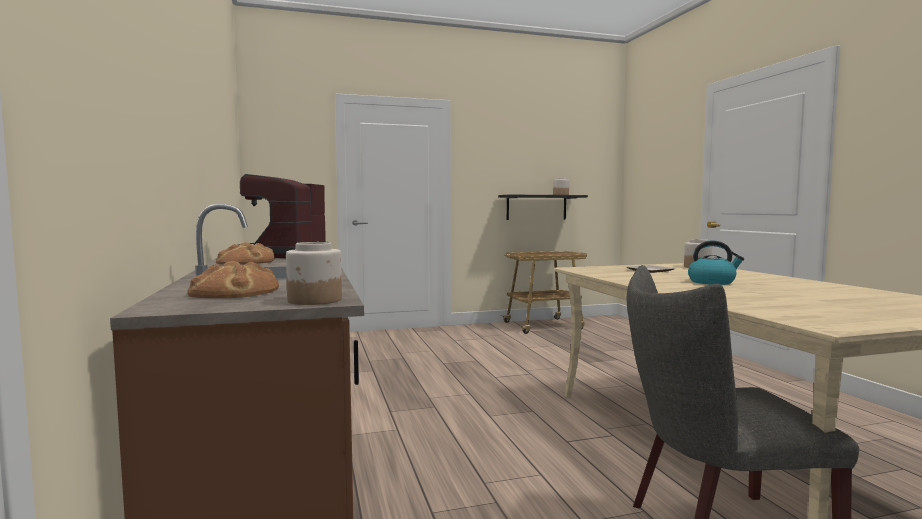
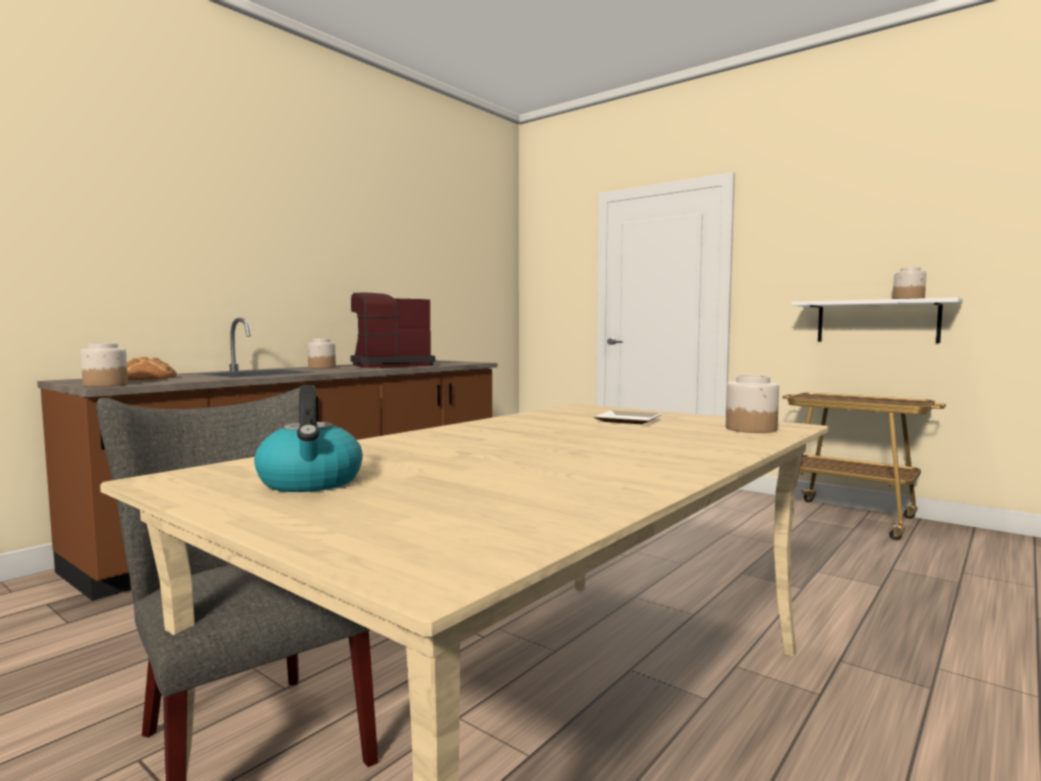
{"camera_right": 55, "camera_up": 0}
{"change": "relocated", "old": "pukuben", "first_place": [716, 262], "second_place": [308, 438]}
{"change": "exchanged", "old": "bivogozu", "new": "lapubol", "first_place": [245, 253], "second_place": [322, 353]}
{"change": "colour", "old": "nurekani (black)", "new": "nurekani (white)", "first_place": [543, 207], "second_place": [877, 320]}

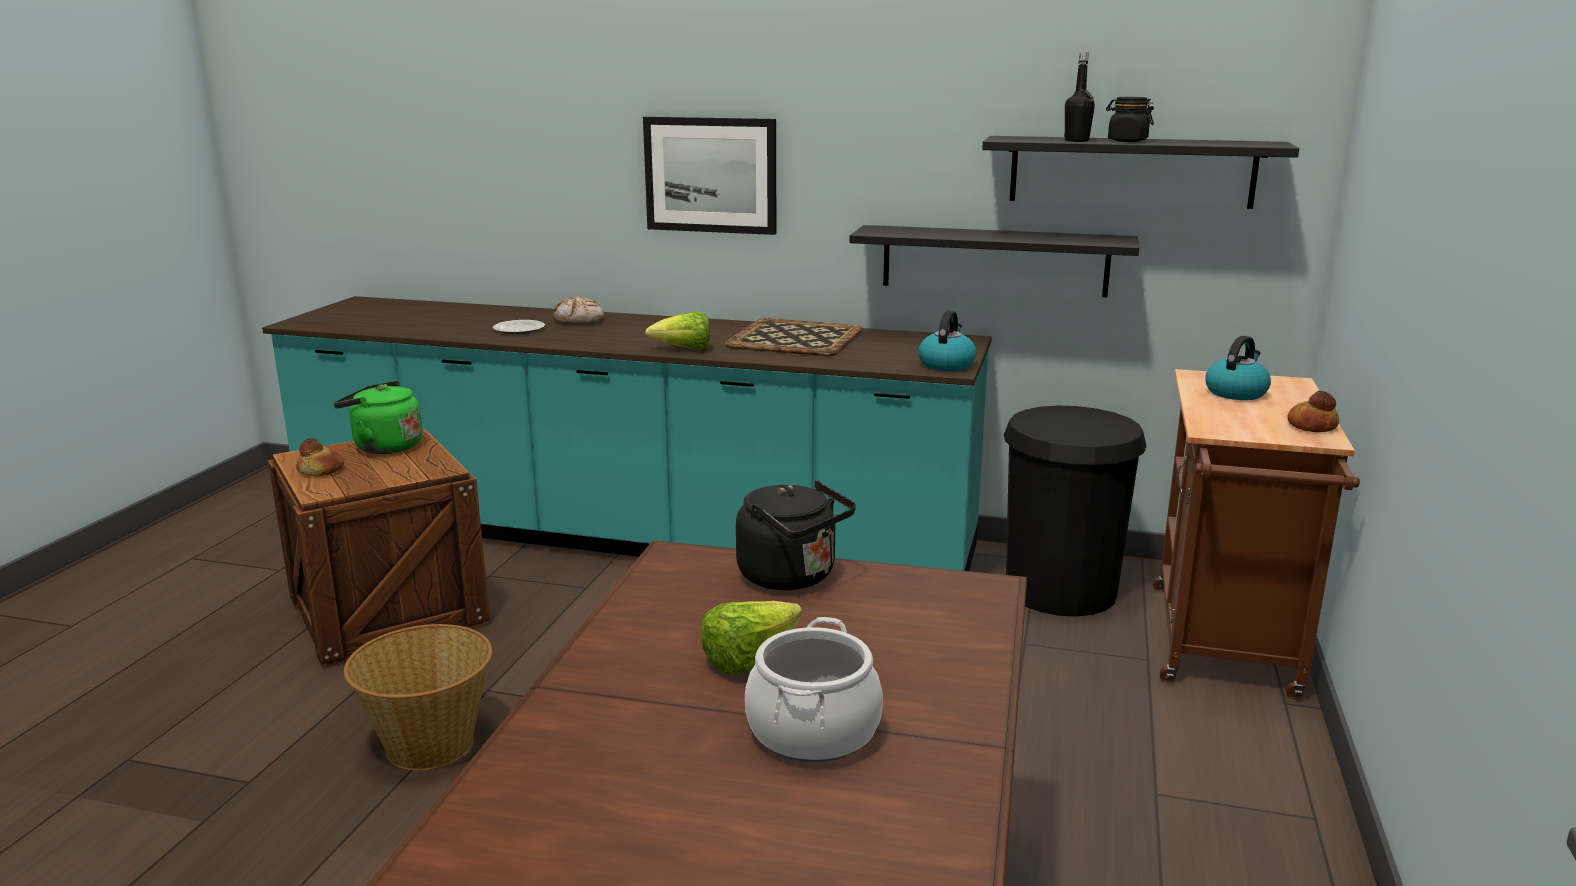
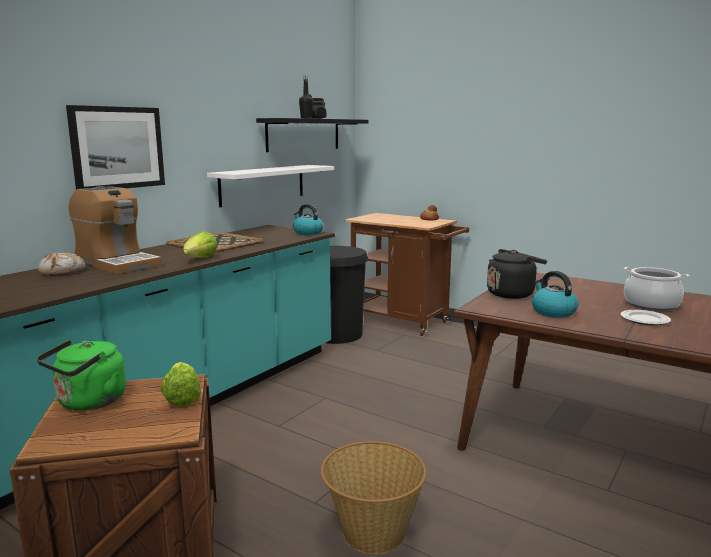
{"camera_right": -70, "camera_up": -5}
{"change": "missing", "old": "bivogozu", "first_place": [320, 457]}
{"change": "appeared", "new": "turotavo", "second_place": [115, 230]}
{"change": "relocated", "old": "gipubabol", "first_place": [519, 327], "second_place": [645, 317]}
{"change": "relocated", "old": "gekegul", "first_place": [751, 638], "second_place": [181, 384]}
{"change": "relocated", "old": "pukuben", "first_place": [1238, 368], "second_place": [555, 294]}
{"change": "colour", "old": "nurekani (black)", "new": "nurekani (white)", "first_place": [994, 261], "second_place": [270, 186]}

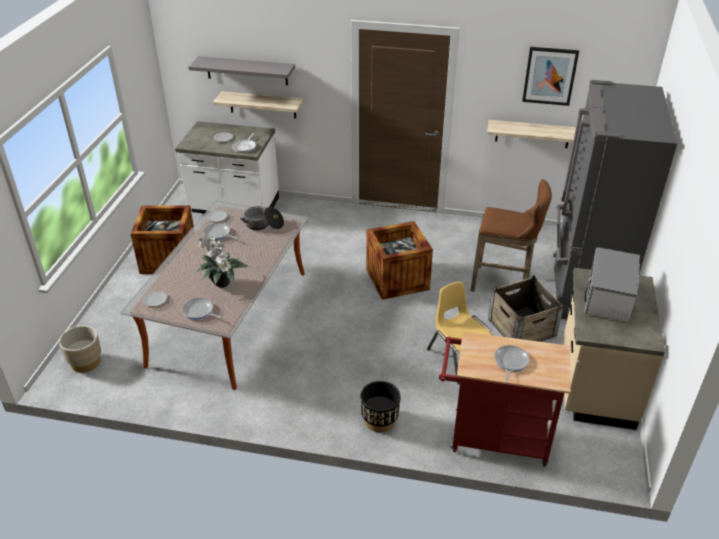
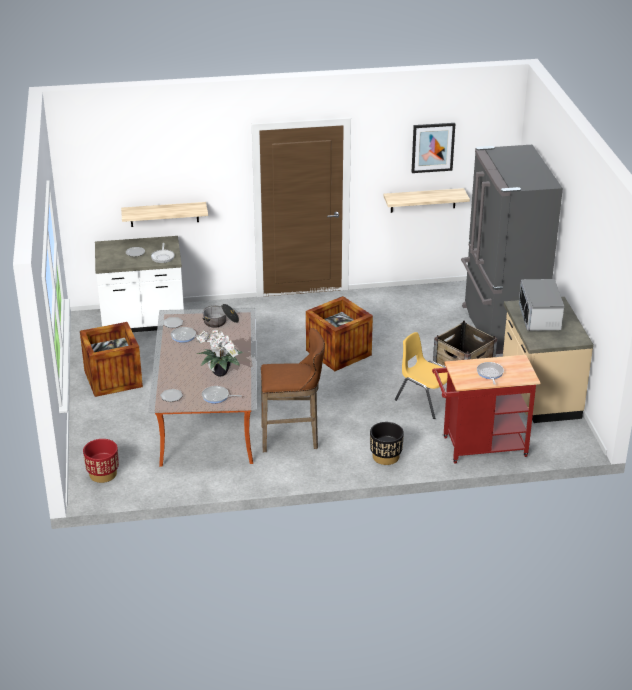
{"camera_right": -20, "camera_up": -5}
{"change": "missing", "old": "nurekani (grey)", "first_place": [241, 70]}
{"change": "relocated", "old": "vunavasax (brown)", "first_place": [511, 235], "second_place": [293, 390]}
{"change": "colour", "old": "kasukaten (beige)", "new": "kasukaten (red)", "first_place": [80, 349], "second_place": [101, 461]}

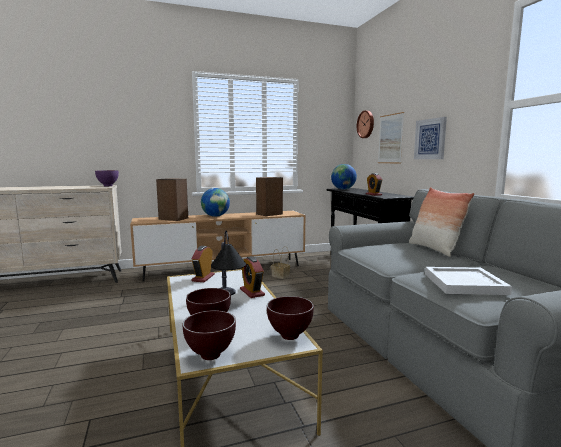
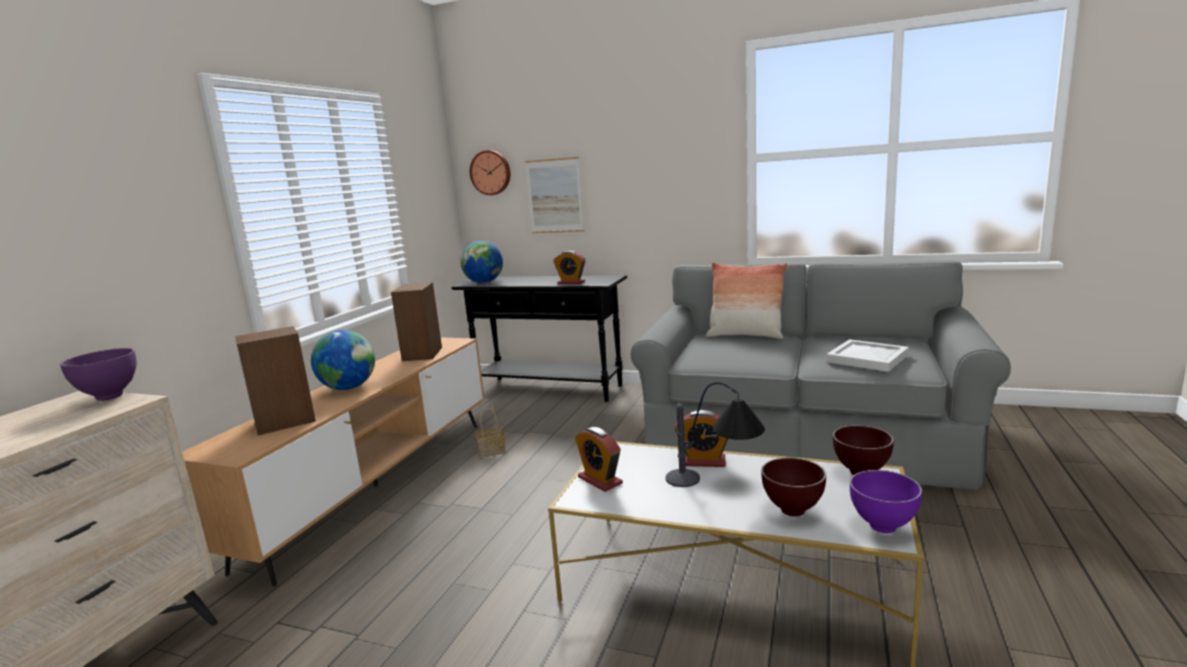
{"camera_right": -50, "camera_up": 5}
{"change": "missing", "old": "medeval", "first_place": [430, 138]}
{"change": "colour", "old": "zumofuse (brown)", "new": "zumofuse (purple)", "first_place": [209, 335], "second_place": [886, 501]}

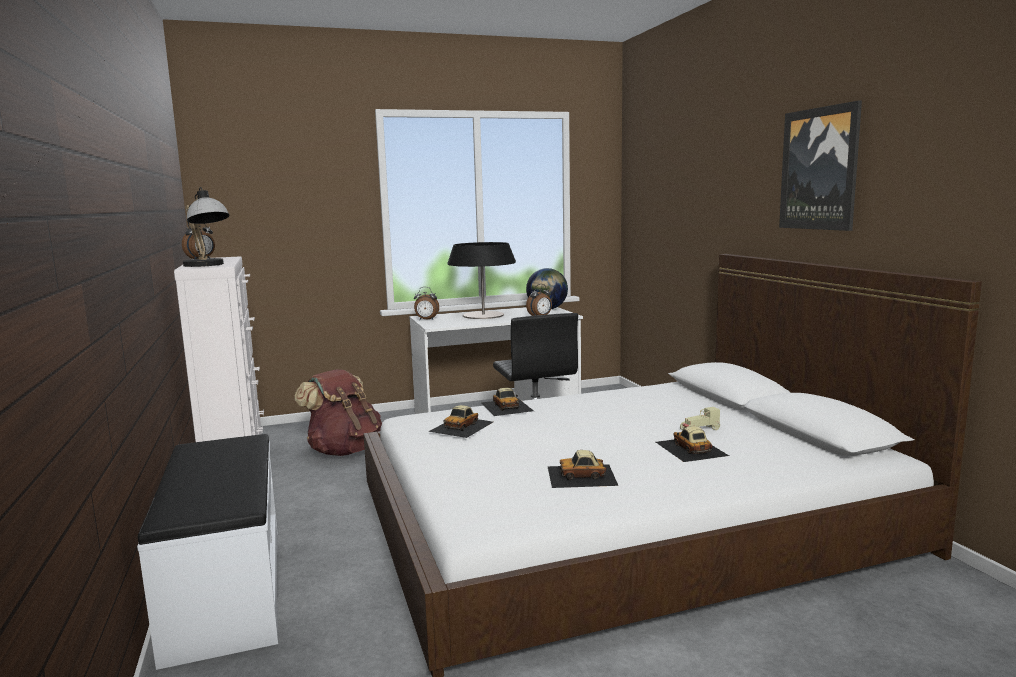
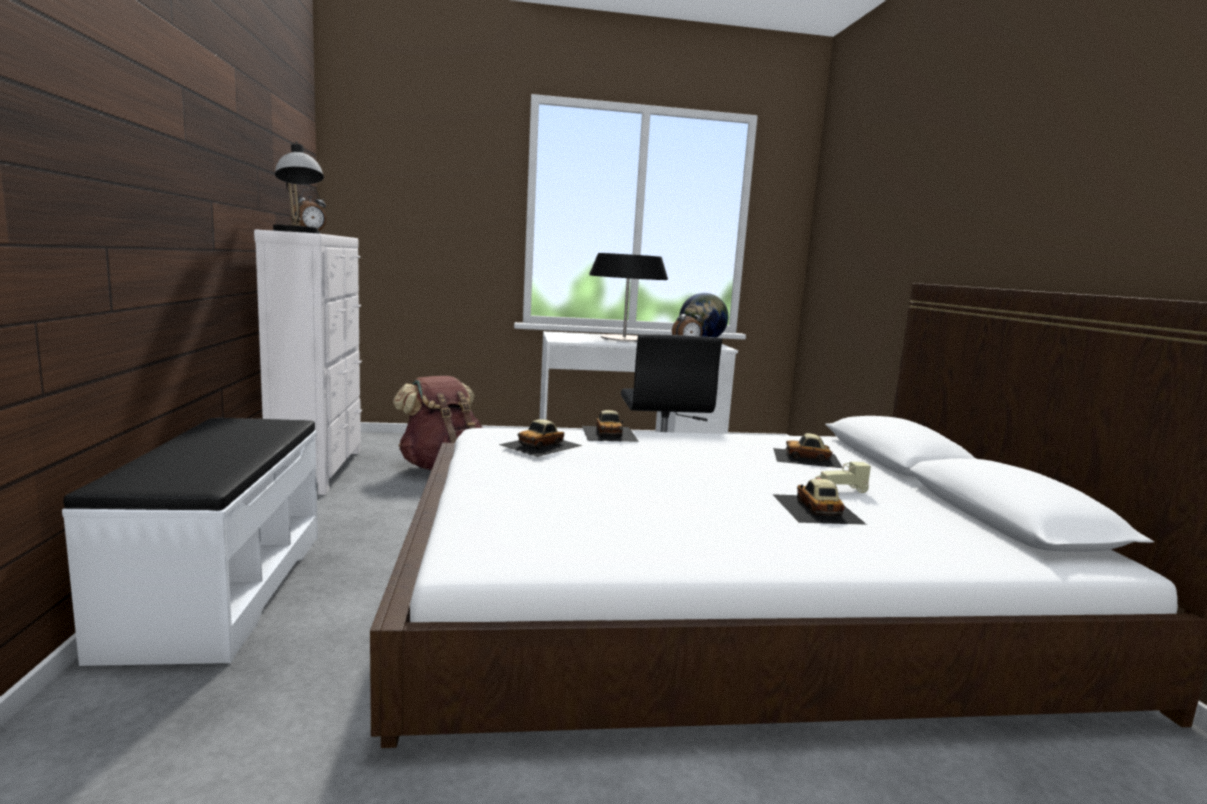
{"camera_right": 10, "camera_up": 0}
{"change": "missing", "old": "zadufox", "first_place": [426, 303]}
{"change": "missing", "old": "medeval", "first_place": [820, 165]}
{"change": "relocated", "old": "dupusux", "first_place": [583, 469], "second_place": [808, 450]}

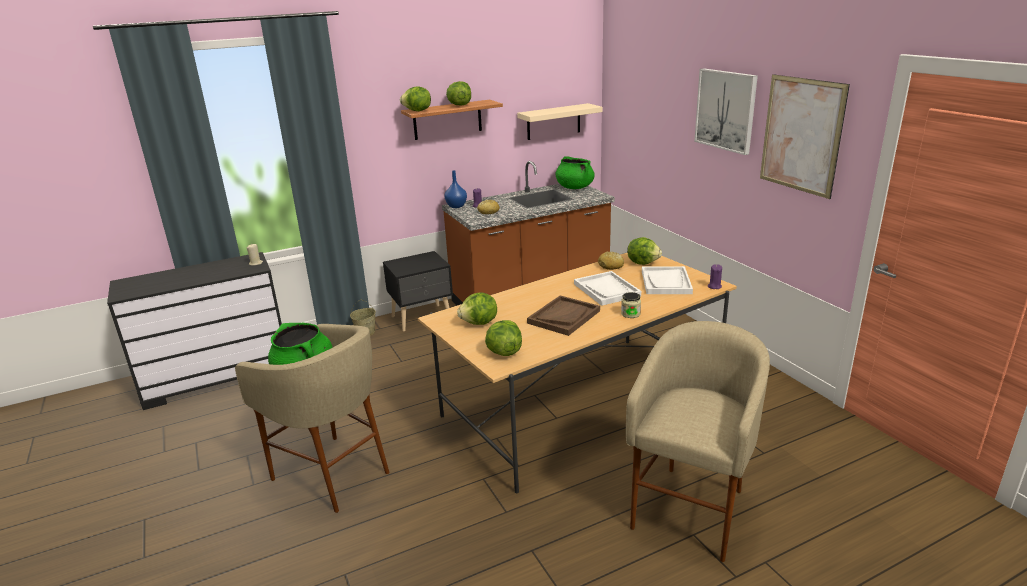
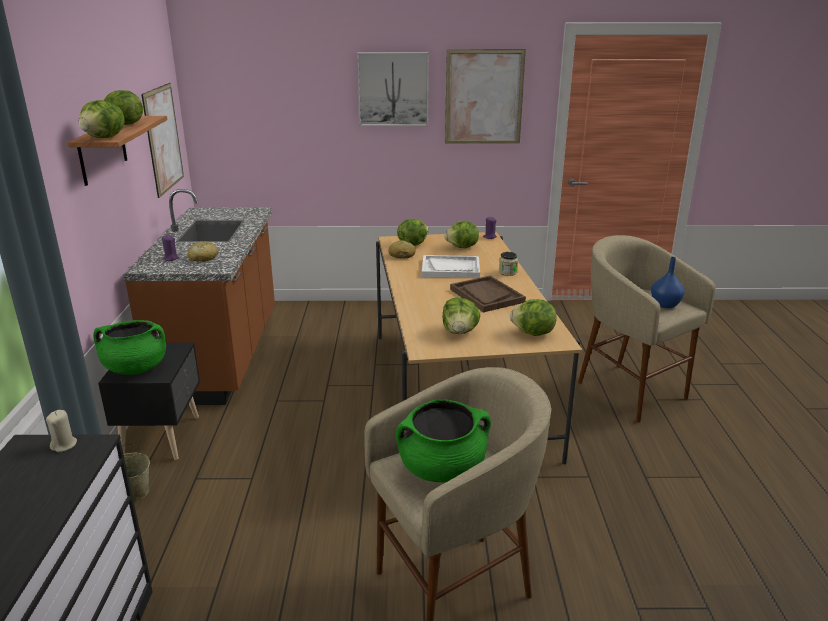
{"camera_right": -65, "camera_up": 0}
{"change": "relocated", "old": "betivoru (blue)", "first_place": [455, 189], "second_place": [668, 282]}
{"change": "relocated", "old": "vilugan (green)", "first_place": [574, 172], "second_place": [129, 347]}
{"change": "exchanged", "old": "nurekani (beige)", "new": "medeval", "first_place": [560, 121], "second_place": [162, 140]}
{"change": "exchanged", "old": "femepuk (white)", "new": "gekegul", "first_place": [667, 280], "second_place": [461, 234]}

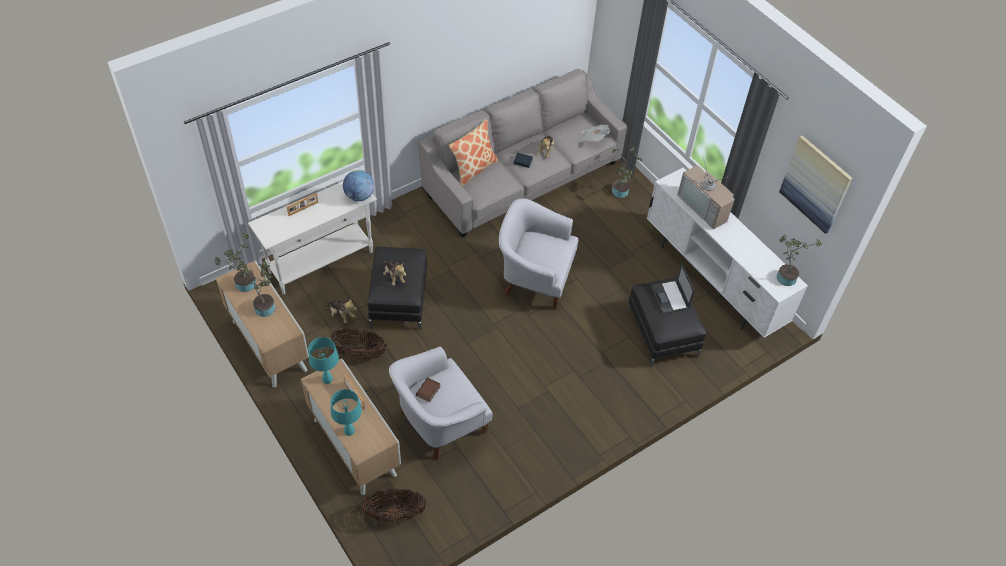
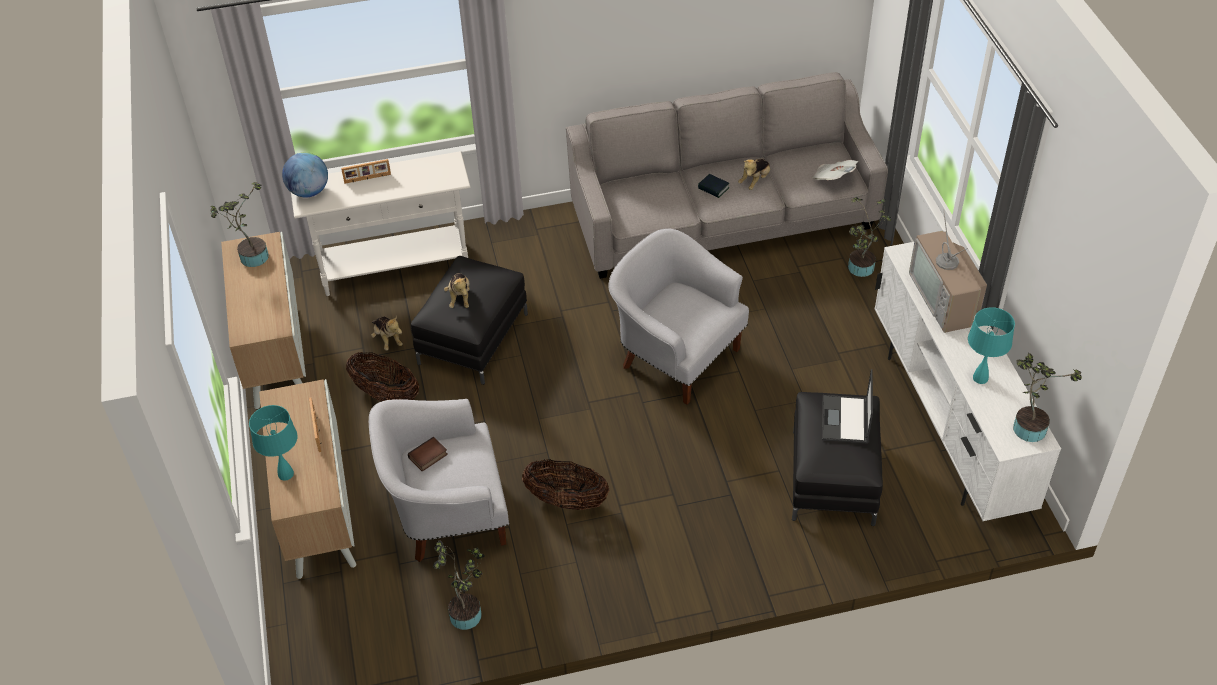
{"camera_right": 25, "camera_up": -5}
{"change": "missing", "old": "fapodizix", "first_place": [473, 152]}
{"change": "missing", "old": "medeval", "first_place": [815, 184]}
{"change": "relocated", "old": "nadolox", "first_place": [257, 289], "second_place": [459, 585]}
{"change": "relocated", "old": "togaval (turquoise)", "first_place": [323, 360], "second_place": [991, 345]}
{"change": "relocated", "old": "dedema", "first_place": [358, 185], "second_place": [305, 175]}
{"change": "relocated", "old": "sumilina", "first_place": [393, 505], "second_place": [565, 484]}

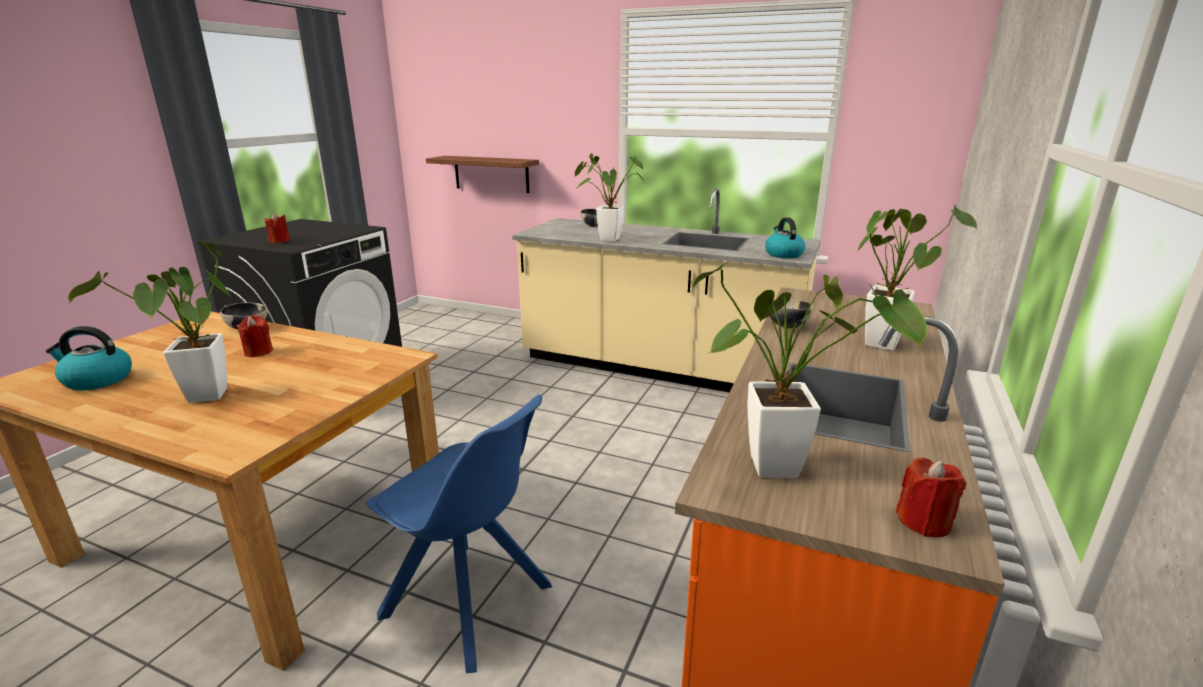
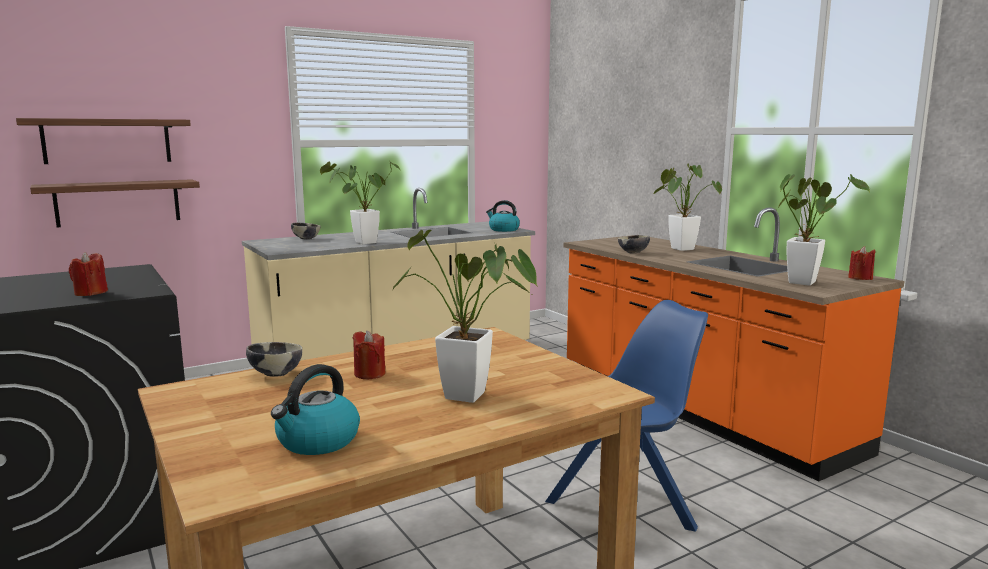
{"camera_right": -55, "camera_up": -10}
{"change": "appeared", "new": "nurekani", "second_place": [103, 141]}

